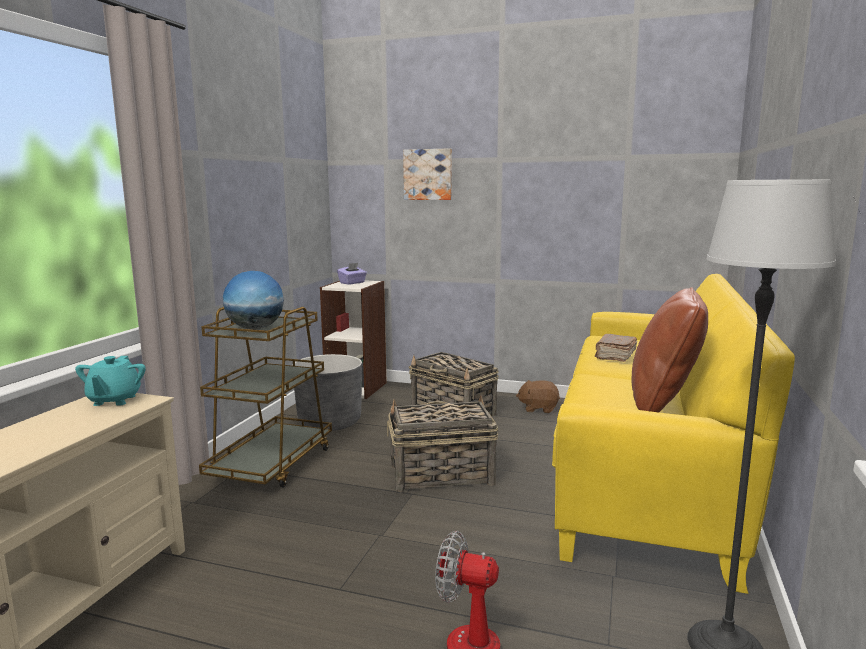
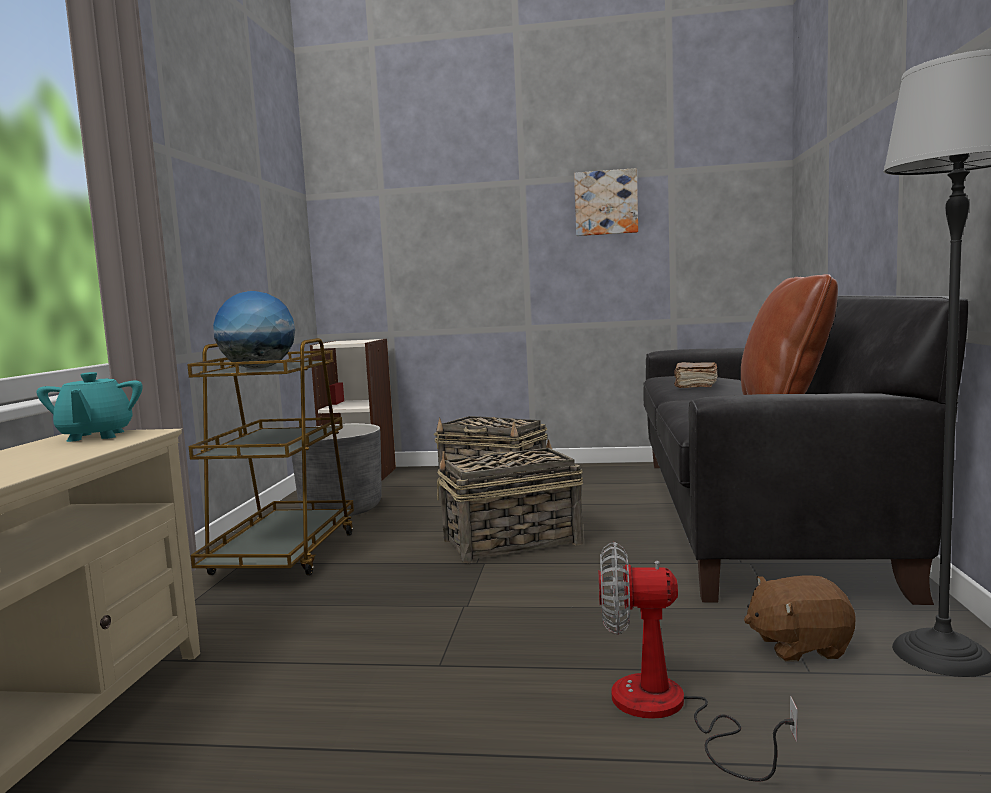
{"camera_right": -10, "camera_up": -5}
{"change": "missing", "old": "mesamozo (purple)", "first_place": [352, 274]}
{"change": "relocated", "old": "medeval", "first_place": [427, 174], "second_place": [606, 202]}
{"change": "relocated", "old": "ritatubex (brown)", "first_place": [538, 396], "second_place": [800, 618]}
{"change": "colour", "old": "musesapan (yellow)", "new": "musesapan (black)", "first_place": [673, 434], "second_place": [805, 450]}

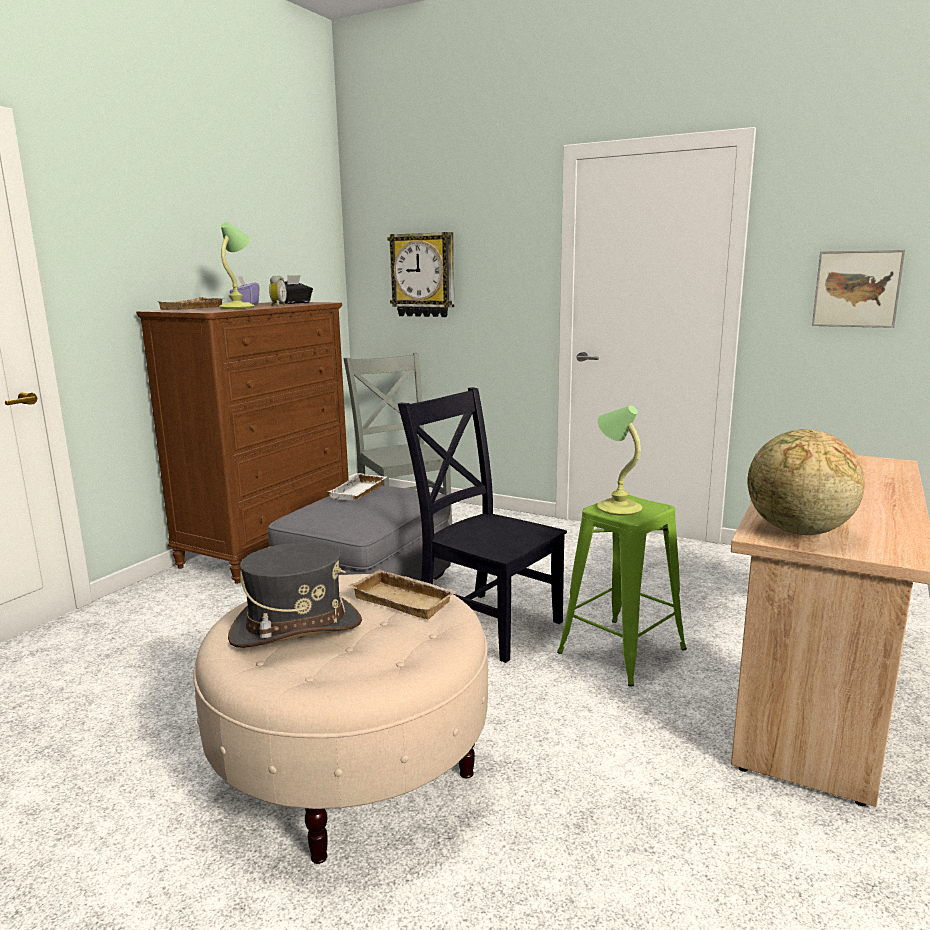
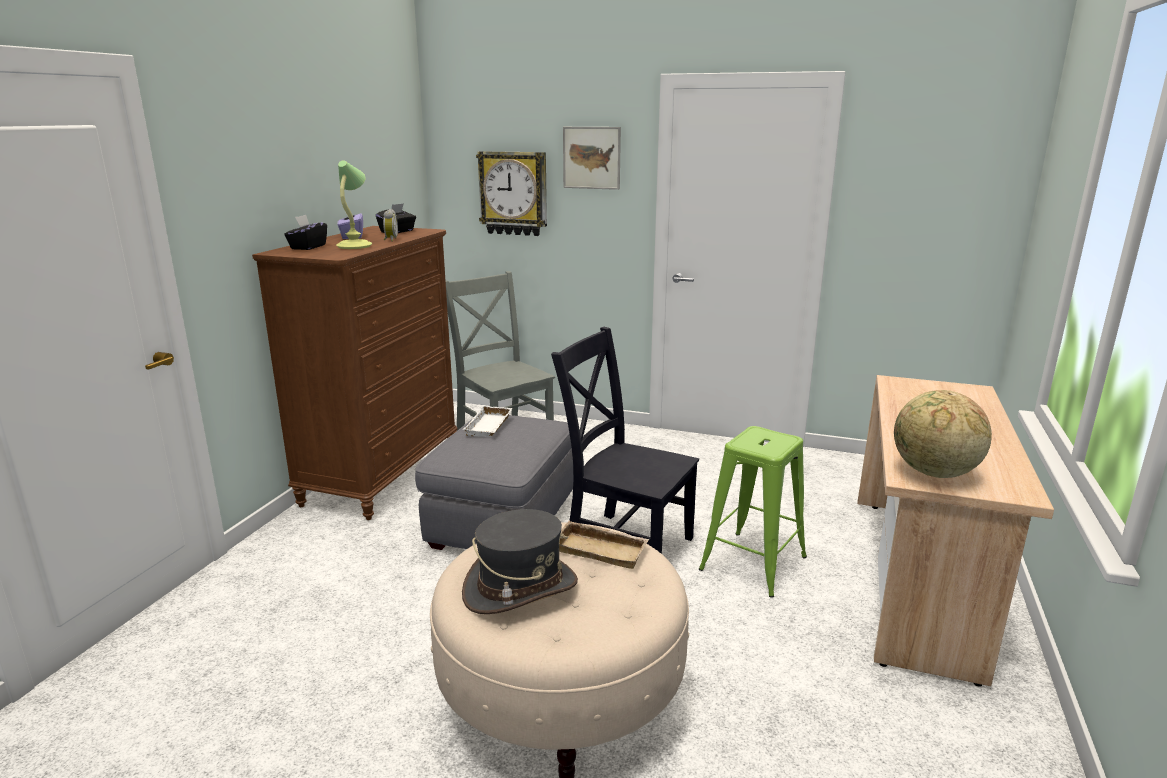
{"camera_right": -10, "camera_up": 5}
{"change": "missing", "old": "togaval", "first_place": [619, 461]}
{"change": "relocated", "old": "medeval", "first_place": [858, 289], "second_place": [592, 158]}
{"change": "exchanged", "old": "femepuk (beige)", "new": "mesamozo (black)", "first_place": [192, 303], "second_place": [305, 232]}

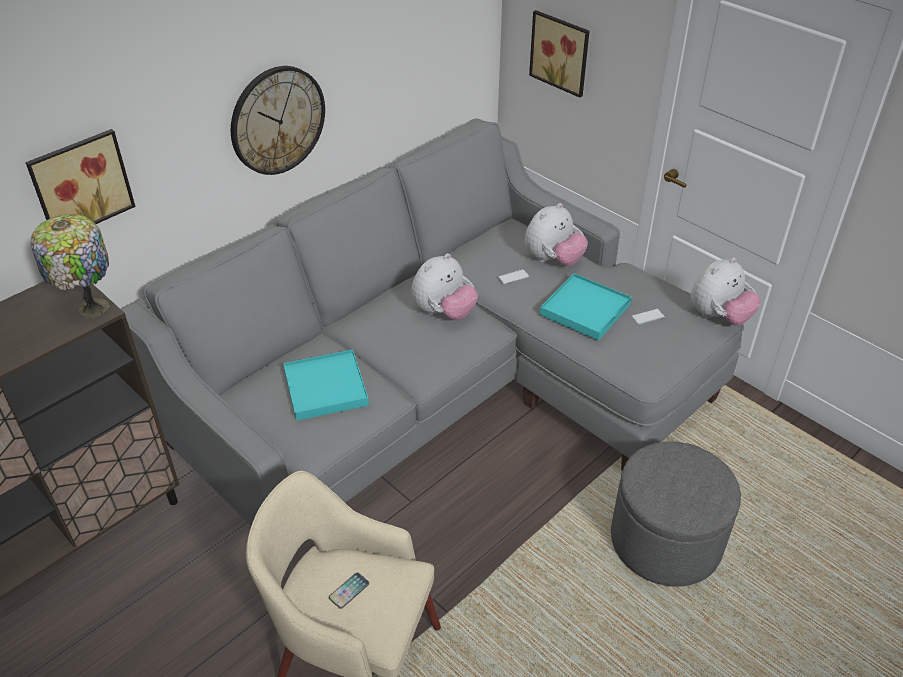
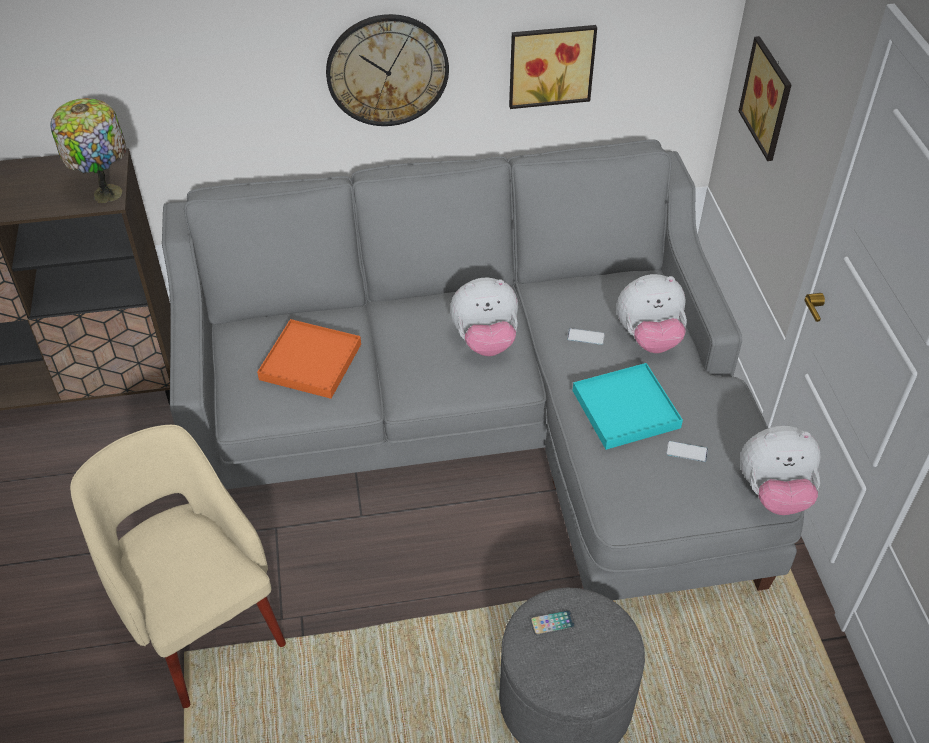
{"camera_right": 35, "camera_up": 5}
{"change": "relocated", "old": "medeval", "first_place": [80, 176], "second_place": [553, 67]}
{"change": "relocated", "old": "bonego", "first_place": [349, 591], "second_place": [552, 622]}
{"change": "colour", "old": "femepuk (turquoise)", "new": "femepuk (orange)", "first_place": [326, 385], "second_place": [309, 359]}

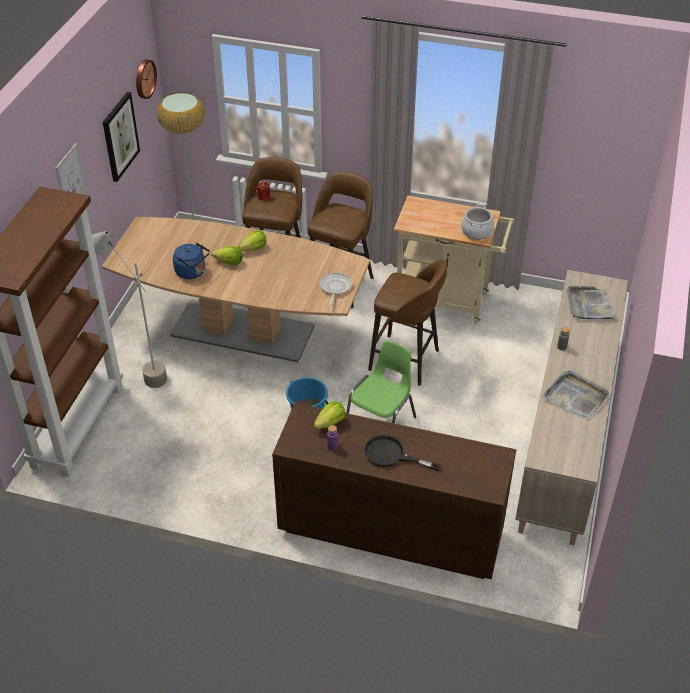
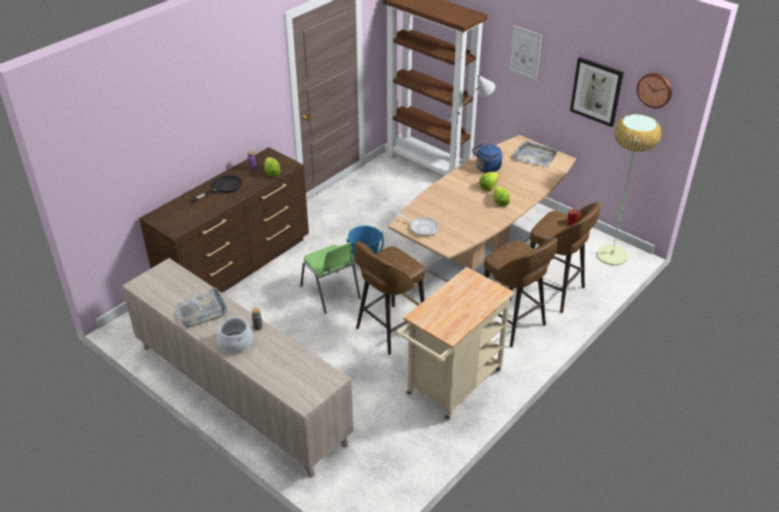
{"camera_right": 115, "camera_up": -5}
{"change": "relocated", "old": "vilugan", "first_place": [477, 222], "second_place": [235, 335]}
{"change": "relocated", "old": "femepuk (grey)", "first_place": [592, 302], "second_place": [535, 154]}

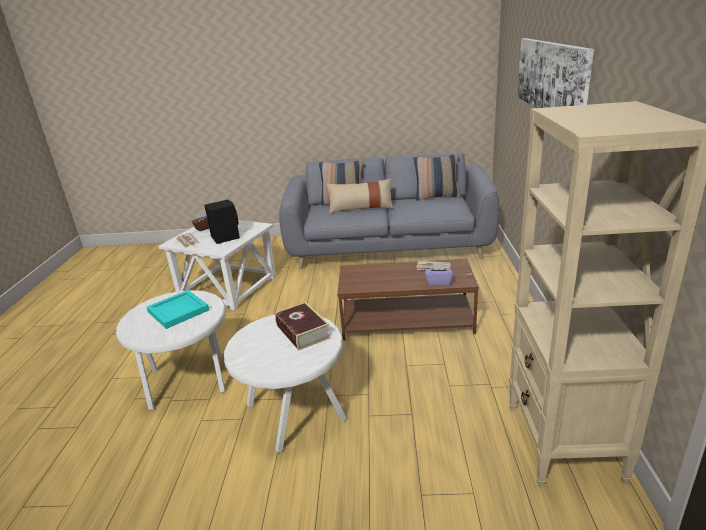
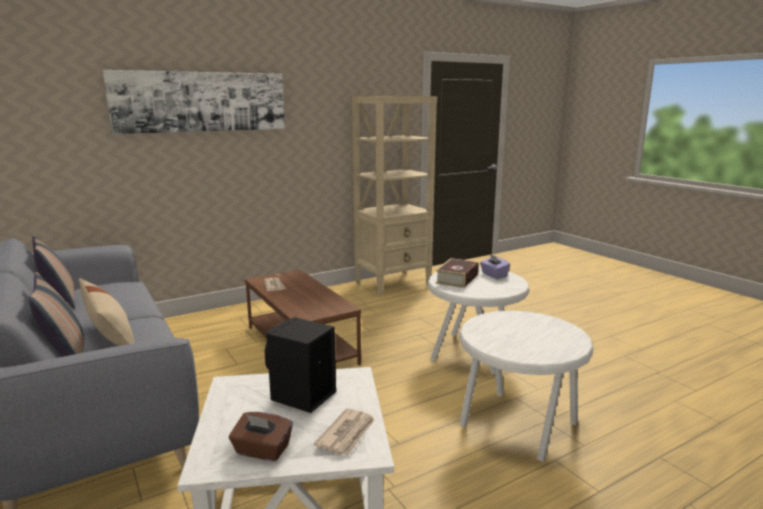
{"camera_right": -125, "camera_up": -10}
{"change": "missing", "old": "femepuk (turquoise)", "first_place": [178, 309]}
{"change": "relocated", "old": "mesamozo (purple)", "first_place": [439, 274], "second_place": [495, 266]}

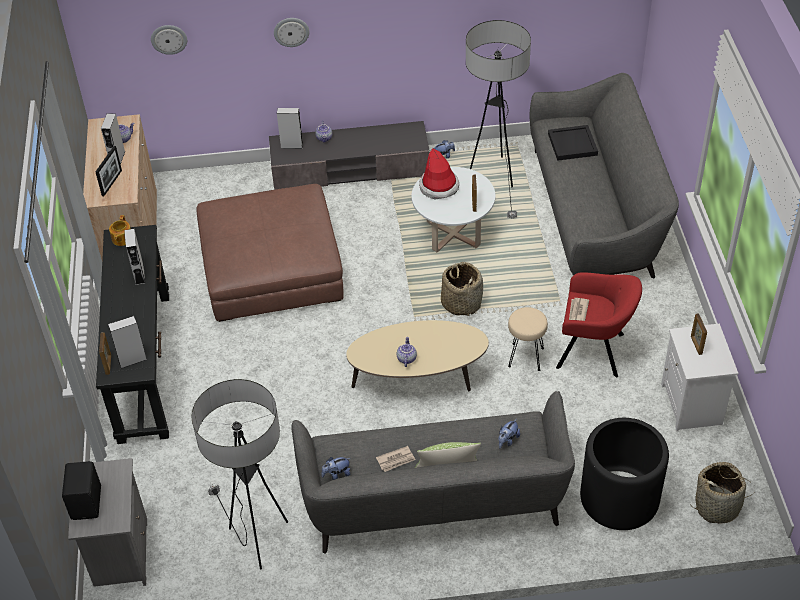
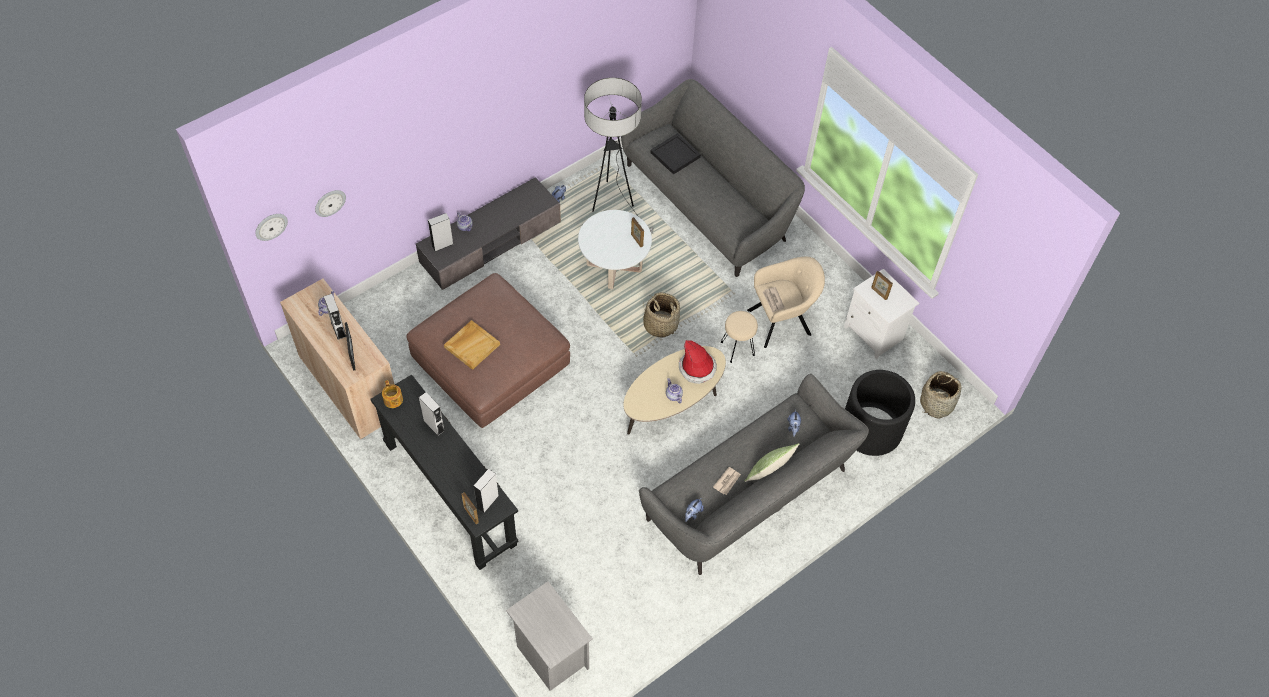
{"camera_right": -35, "camera_up": 10}
{"change": "missing", "old": "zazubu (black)", "first_place": [81, 490]}
{"change": "missing", "old": "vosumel", "first_place": [240, 474]}
{"change": "appeared", "new": "femepuk (beige)", "second_place": [472, 345]}
{"change": "relocated", "old": "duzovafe", "first_place": [291, 32], "second_place": [271, 227]}
{"change": "relocated", "old": "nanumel", "first_place": [439, 174], "second_place": [698, 362]}
{"change": "colour", "old": "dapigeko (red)", "new": "dapigeko (beige)", "first_place": [599, 324], "second_place": [786, 302]}

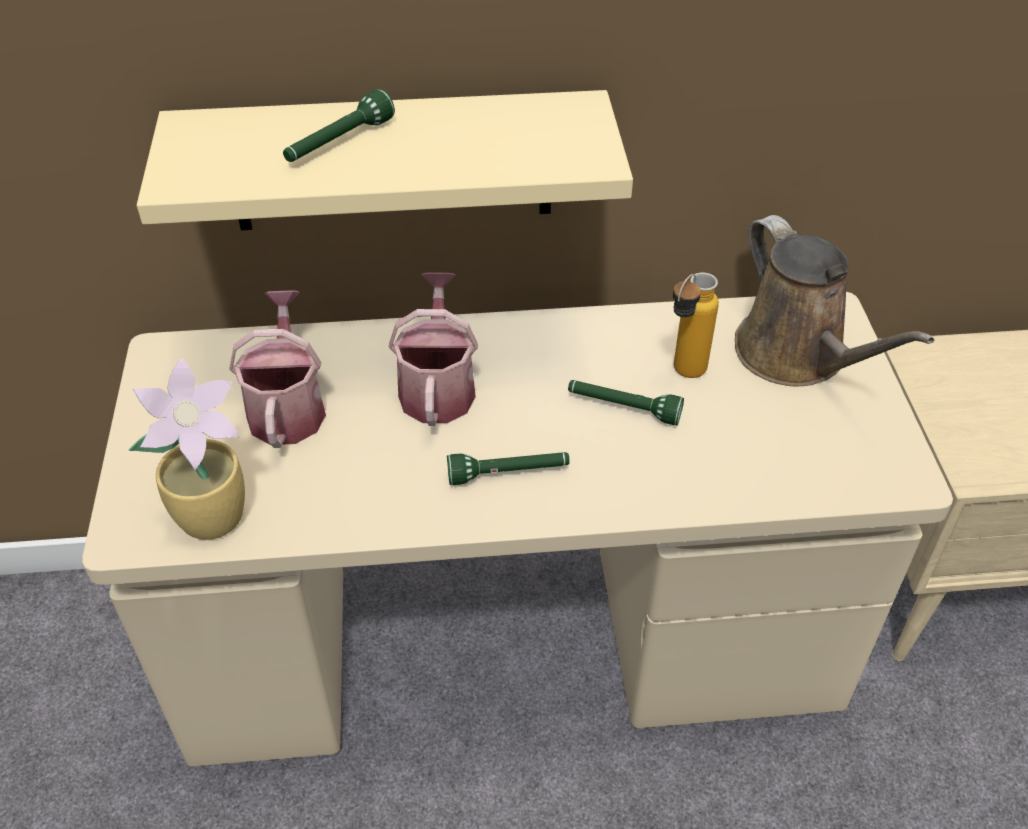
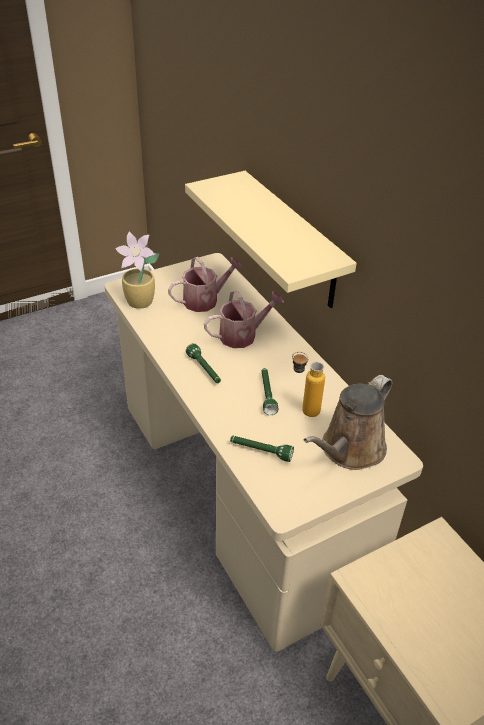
{"camera_right": 65, "camera_up": -5}
{"change": "relocated", "old": "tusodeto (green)", "first_place": [339, 125], "second_place": [262, 449]}

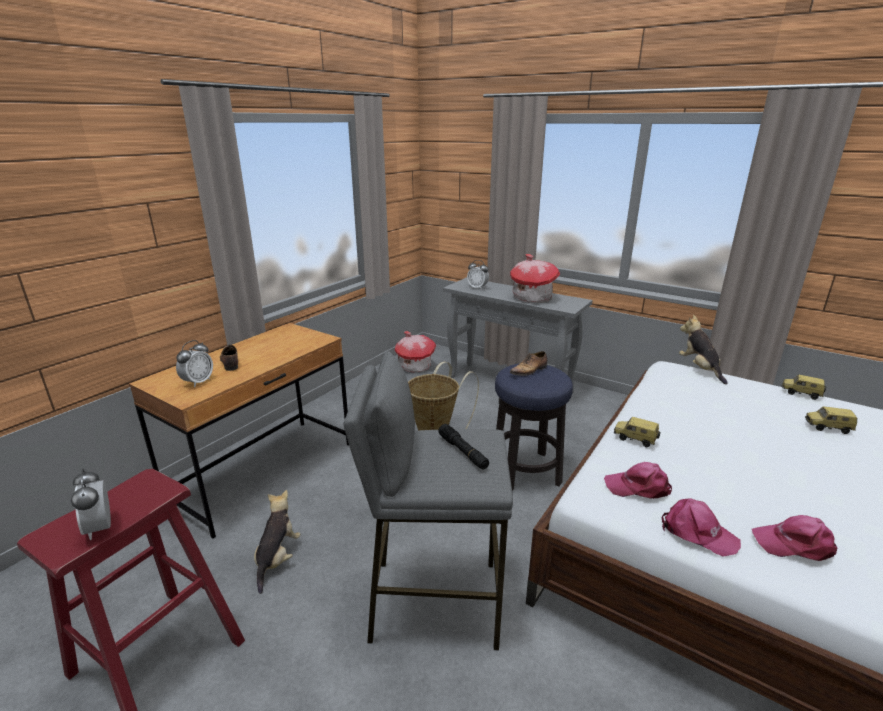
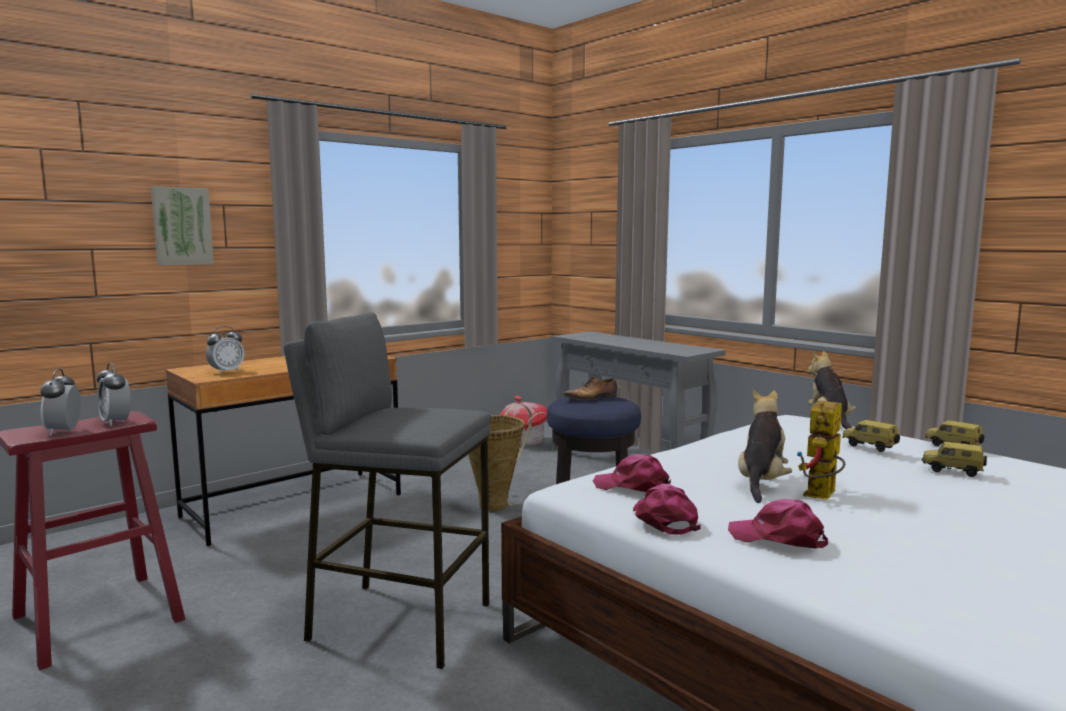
{"camera_right": 15, "camera_up": -15}
{"change": "missing", "old": "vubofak", "first_place": [229, 358]}
{"change": "missing", "old": "tusodeto (black)", "first_place": [464, 446]}
{"change": "missing", "old": "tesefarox", "first_place": [535, 278]}
{"change": "appeared", "new": "medeval", "second_place": [182, 226]}
{"change": "appeared", "new": "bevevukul", "second_place": [821, 450]}
{"change": "relocated", "old": "ritatubex", "first_place": [277, 542], "second_place": [765, 446]}
{"change": "relocated", "old": "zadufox", "first_place": [478, 275], "second_place": [113, 394]}
{"change": "relocated", "old": "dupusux", "first_place": [637, 432], "second_place": [871, 436]}
{"change": "spun", "old": "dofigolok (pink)", "first_place": [701, 528], "second_place": [667, 509], "degrees": -150}

